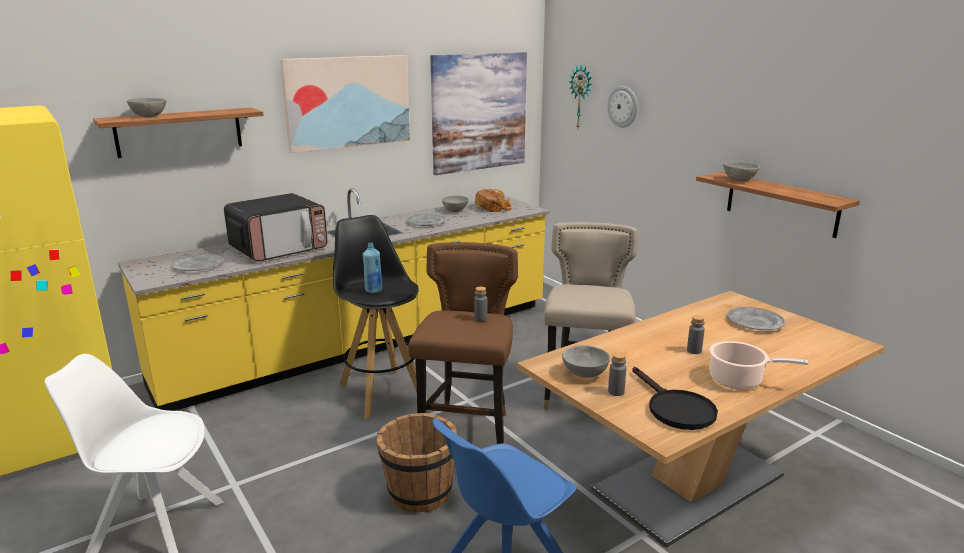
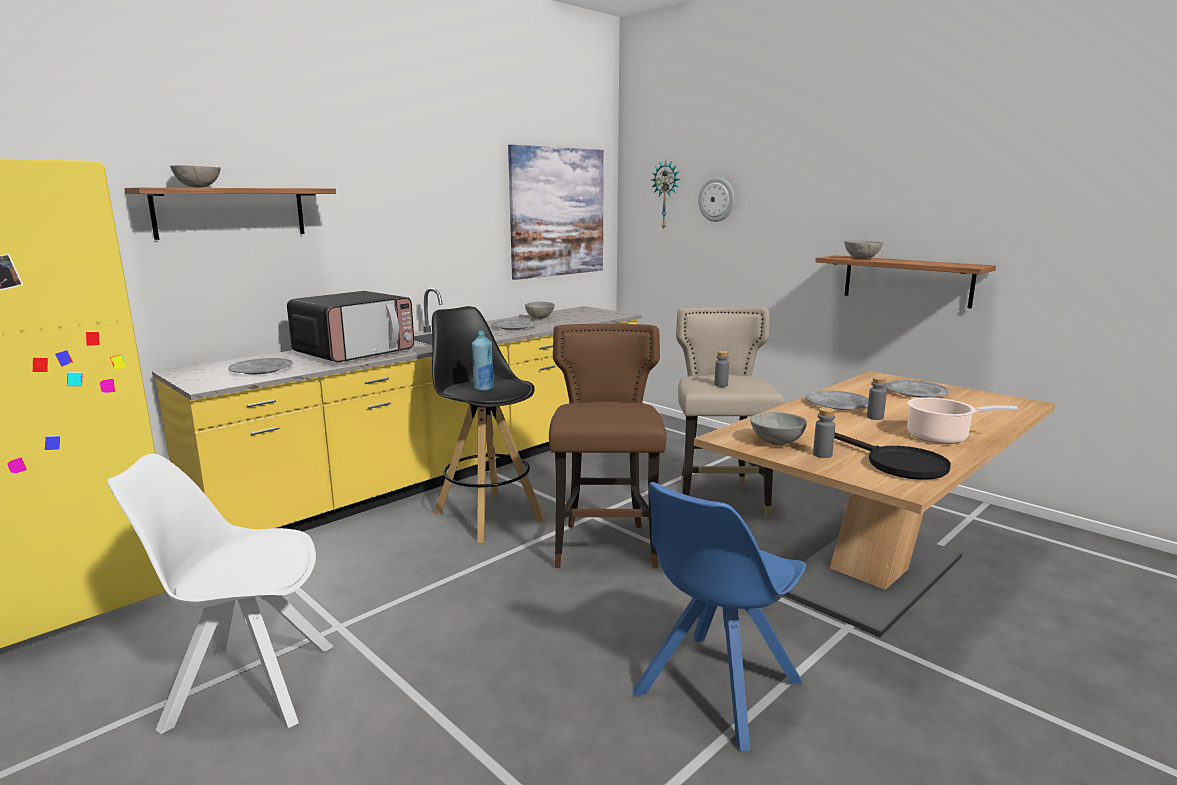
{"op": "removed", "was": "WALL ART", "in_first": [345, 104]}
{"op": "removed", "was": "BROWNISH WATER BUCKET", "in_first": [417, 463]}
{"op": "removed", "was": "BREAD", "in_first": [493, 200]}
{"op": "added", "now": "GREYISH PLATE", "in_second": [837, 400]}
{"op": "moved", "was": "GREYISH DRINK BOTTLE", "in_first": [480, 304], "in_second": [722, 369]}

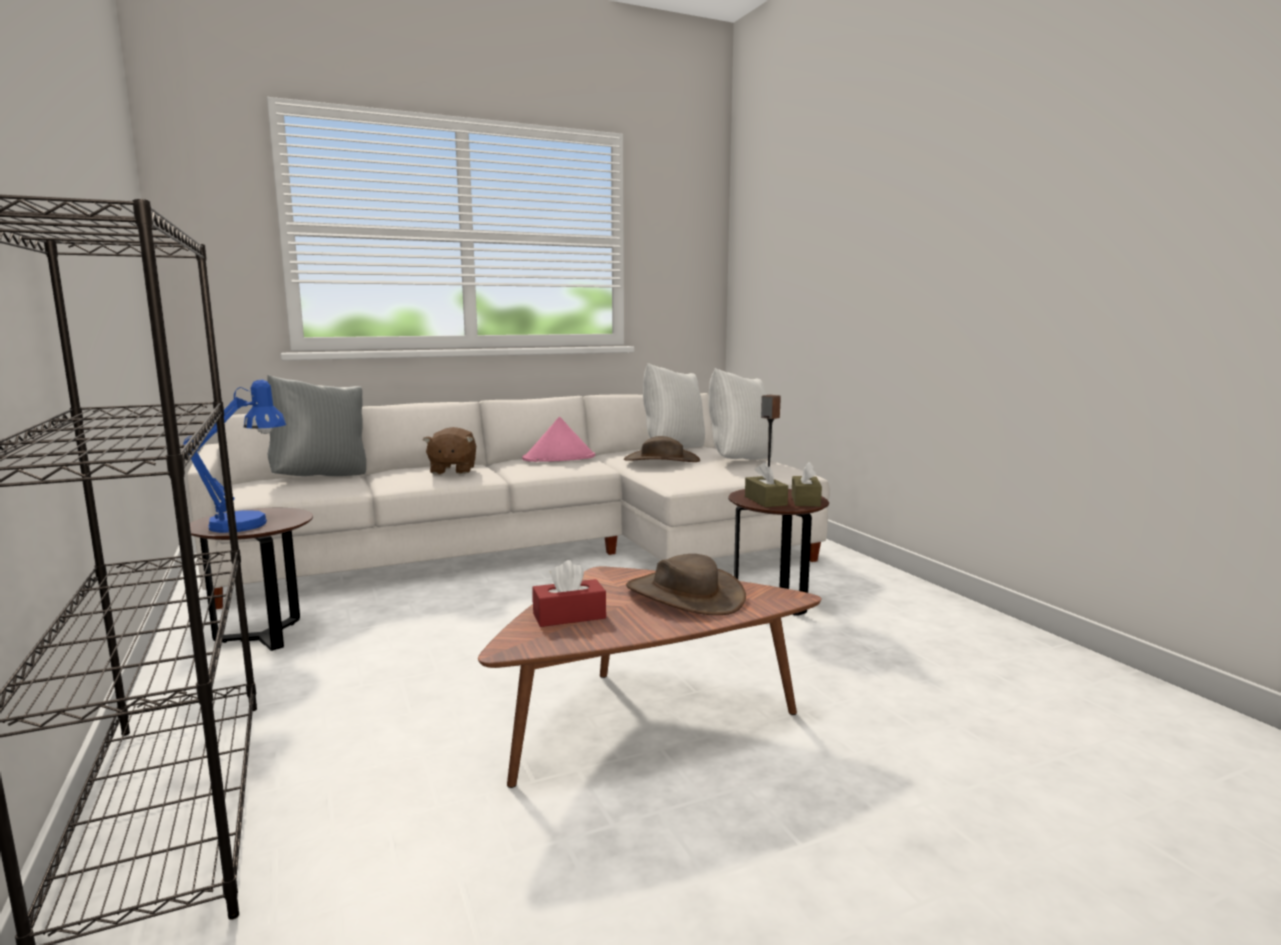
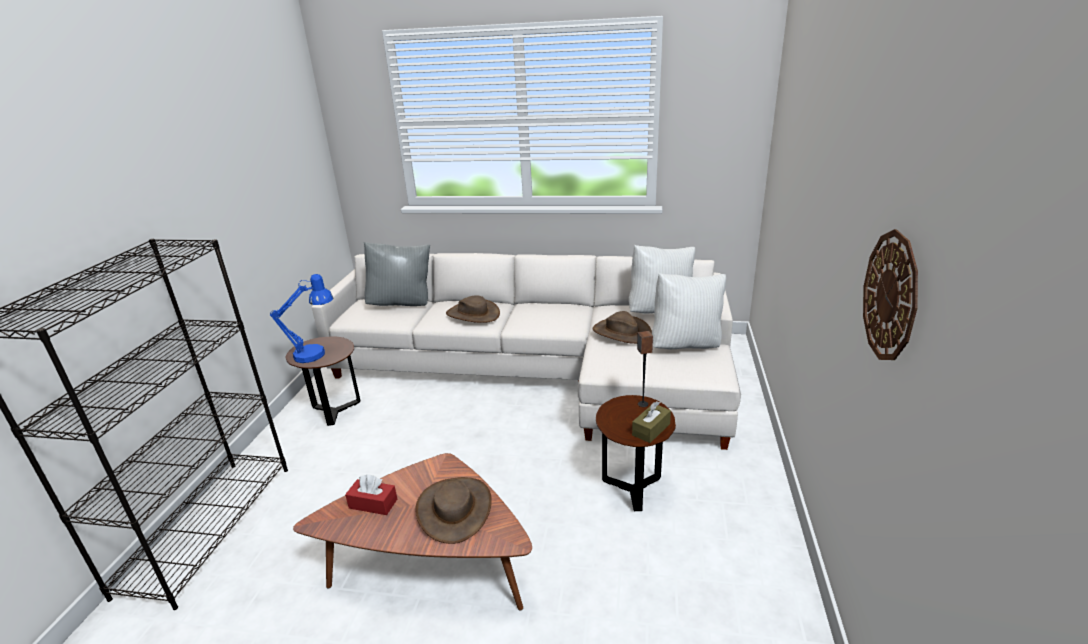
{"op": "removed", "was": "PINK CLOTHING HAT", "in_first": [558, 439]}
{"op": "removed", "was": "BROWNISH TISSUE HOLDER", "in_first": [766, 484]}
{"op": "added", "now": "CLOCK ON THE WALL", "in_second": [890, 294]}
{"op": "replaced", "was": "BROWNISH CUDDLY TOY", "now": "BROWNISH CLOTHING HAT", "in_first": [449, 450], "in_second": [473, 309]}

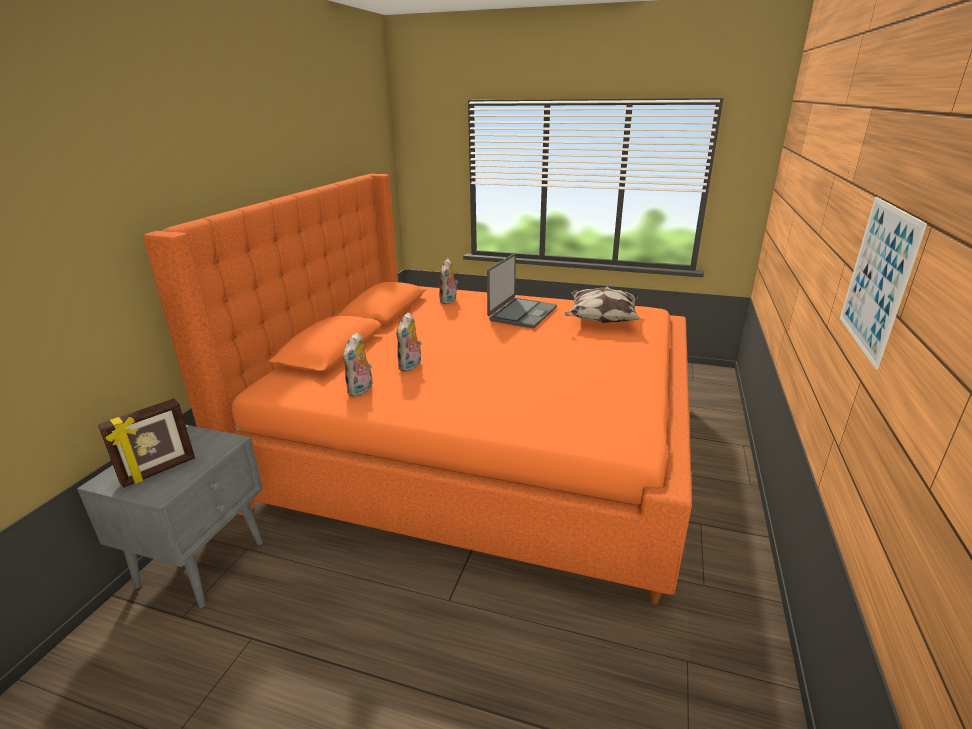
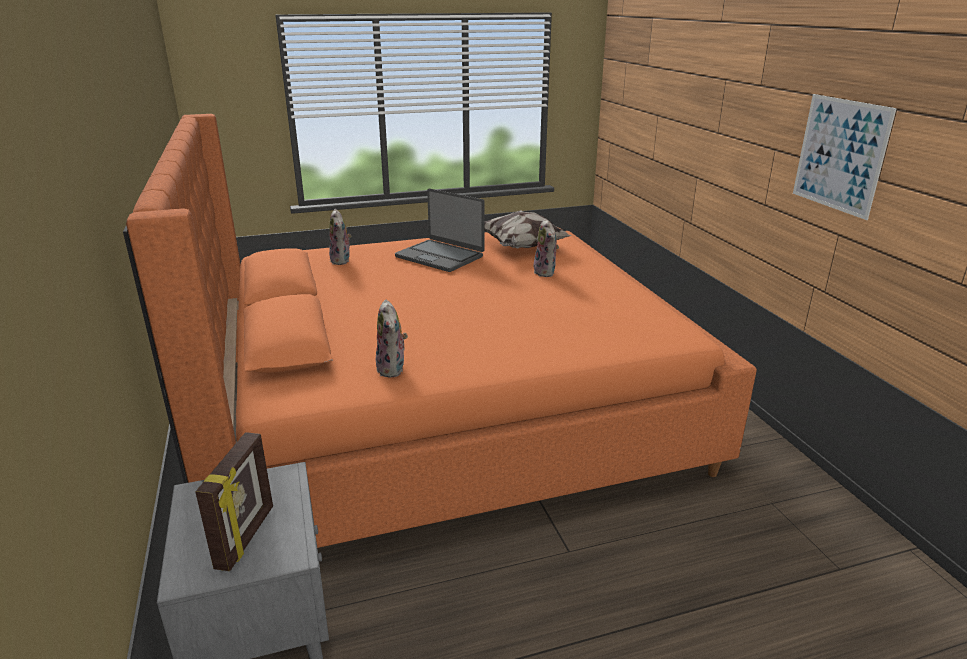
{"op": "moved", "was": "CUDDLY TOY", "in_first": [409, 342], "in_second": [546, 247]}
{"op": "turned", "was": "PORTABLE COMPUTER", "in_first": [522, 290], "in_second": [440, 230], "clockwise": 135}

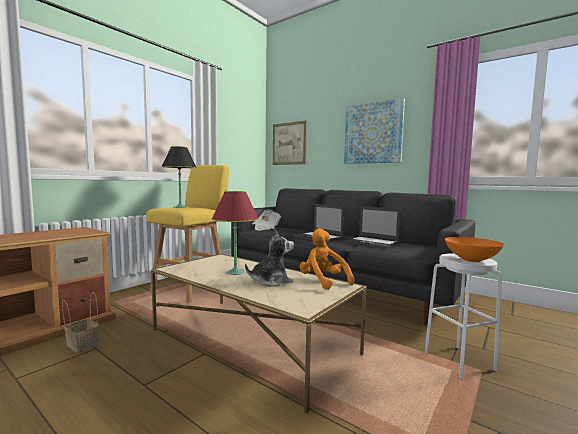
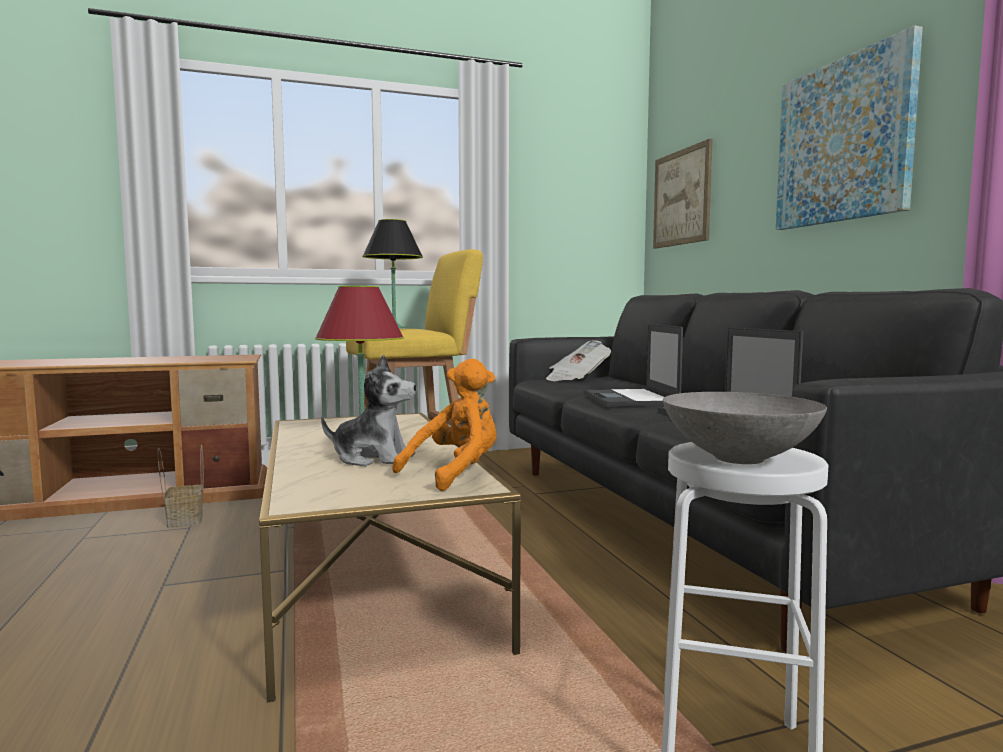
{"op": "recoloured", "was": "ORANGE DEEP DISH", "now": "GREYISH DEEP DISH", "in_first": [474, 249], "in_second": [745, 428]}
{"op": "turned", "was": "ORANGE CUDDLY TOY", "in_first": [327, 259], "in_second": [444, 425], "clockwise": 45}

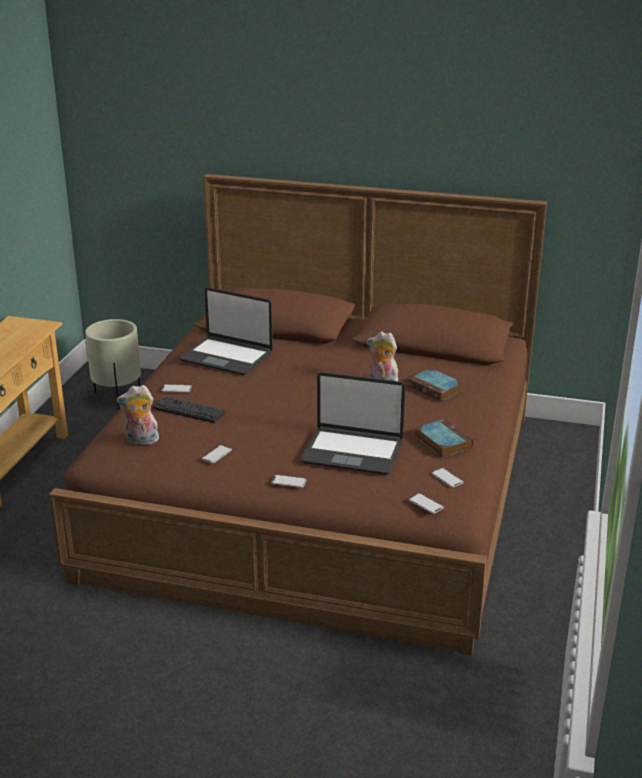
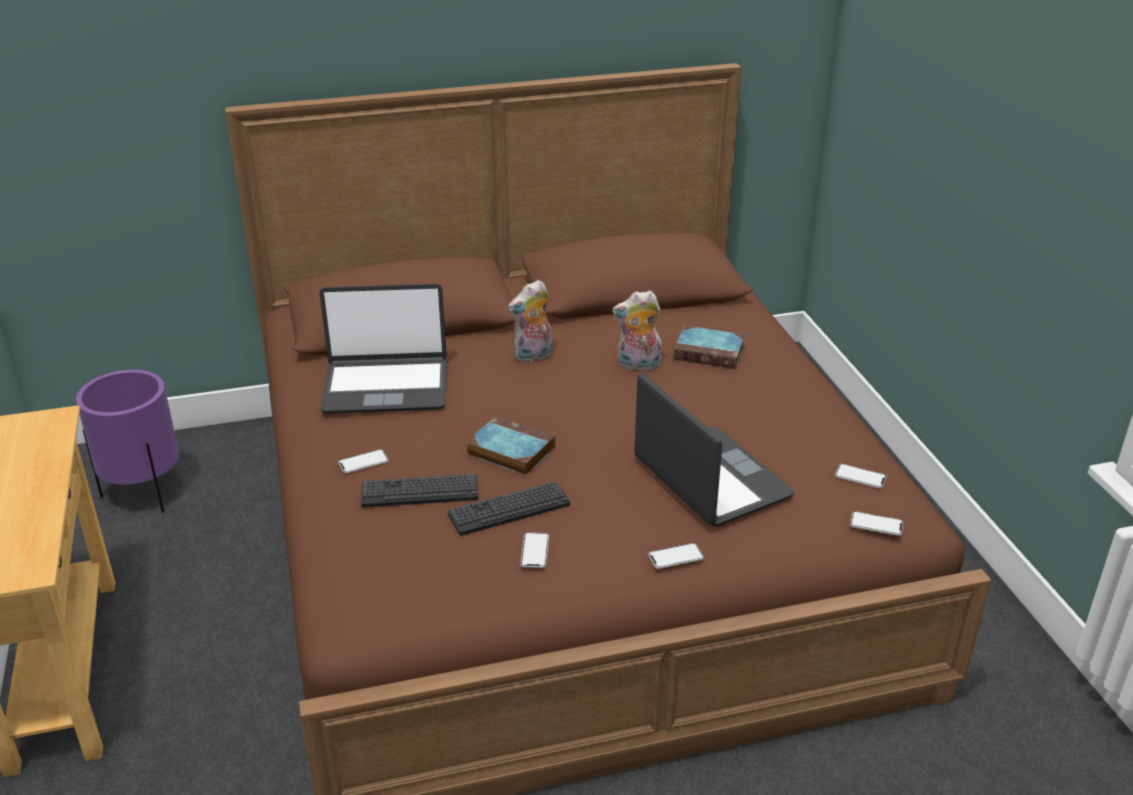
{"op": "added", "now": "COMPUTER KEYBOARD", "in_second": [509, 508]}
{"op": "moved", "was": "CUDDLY TOY", "in_first": [138, 415], "in_second": [530, 322]}
{"op": "moved", "was": "BOUND BOOK", "in_first": [444, 438], "in_second": [510, 446]}
{"op": "recoloured", "was": "BEIGE PLANT POT", "now": "PURPLISH PLANT POT", "in_first": [113, 364], "in_second": [127, 441]}
{"op": "turned", "was": "PORTABLE COMPUTER", "in_first": [353, 423], "in_second": [714, 450], "clockwise": -105}

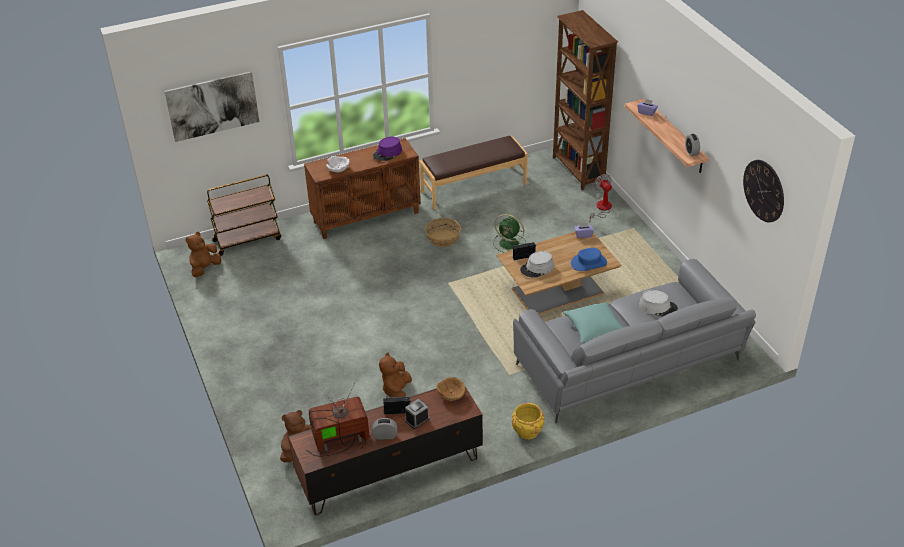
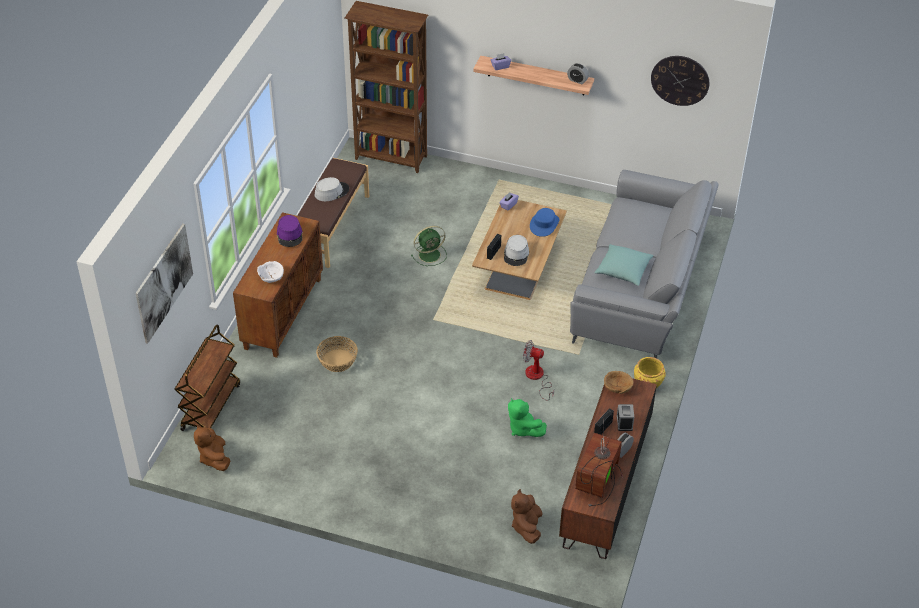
{"op": "moved", "was": "STORAGE BASKET", "in_first": [443, 232], "in_second": [337, 354]}
{"op": "moved", "was": "COOLING FAN", "in_first": [600, 198], "in_second": [538, 370]}
{"op": "moved", "was": "GREYISH CLOTHING HAT", "in_first": [658, 303], "in_second": [332, 189]}
{"op": "recoloured", "was": "BROWNISH CUDDLY TOY", "now": "GREENISH CUDDLY TOY", "in_first": [395, 375], "in_second": [527, 417]}

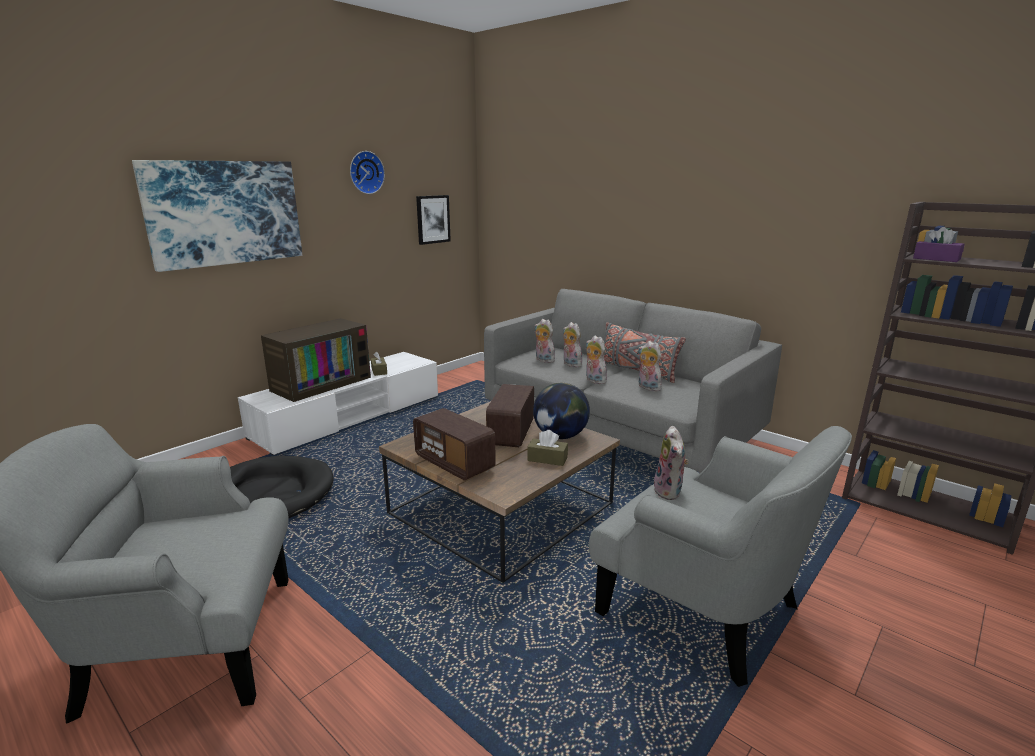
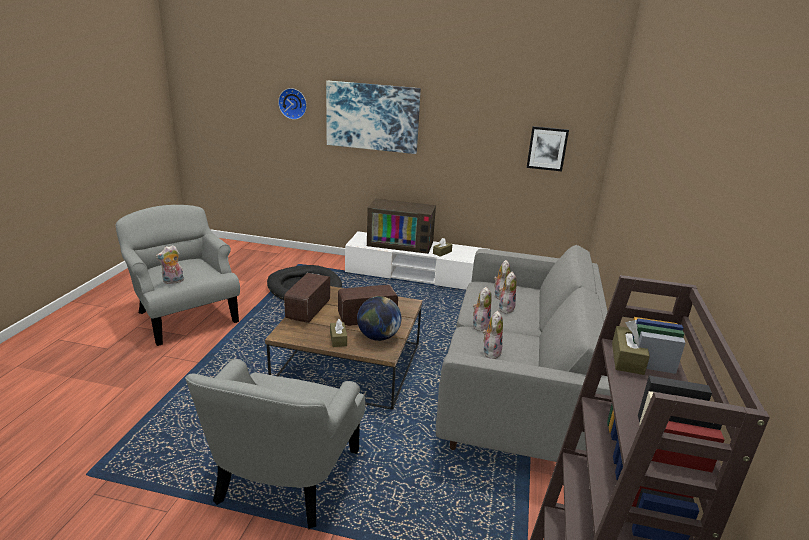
{"op": "removed", "was": "GREYISH PILLOW", "in_first": [645, 353]}
{"op": "moved", "was": "CLOCK ON THE WALL", "in_first": [367, 172], "in_second": [292, 104]}
{"op": "moved", "was": "CUDDLY TOY", "in_first": [671, 463], "in_second": [170, 264]}
{"op": "recoloured", "was": "PURPLISH TISSUE HOLDER", "now": "BROWNISH TISSUE HOLDER", "in_first": [939, 244], "in_second": [631, 347]}

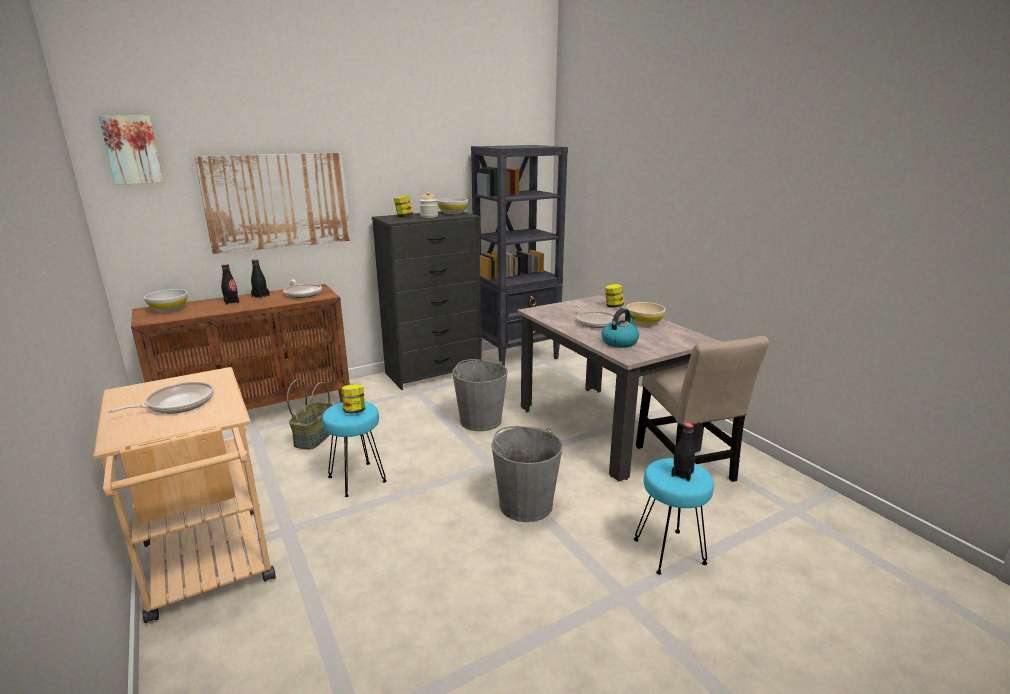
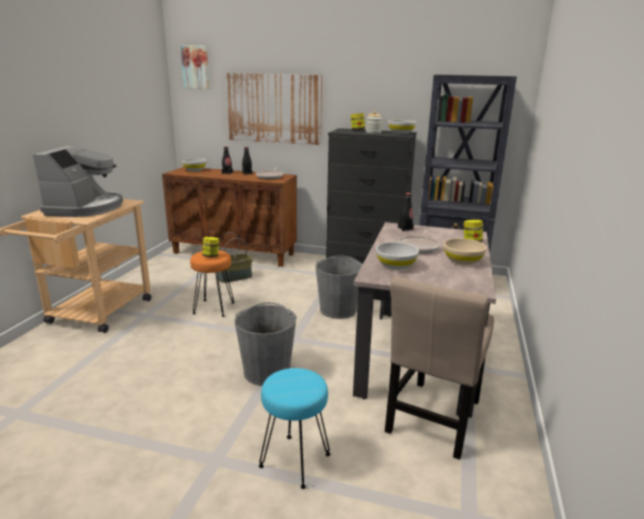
{"op": "moved", "was": "BLACK DRINK BOTTLE", "in_first": [683, 452], "in_second": [406, 212]}
{"op": "replaced", "was": "PAN", "now": "COFFEE MACHINE", "in_first": [161, 398], "in_second": [78, 181]}
{"op": "replaced", "was": "KETTLE", "now": "WHITE-COLOURED DEEP DISH", "in_first": [620, 328], "in_second": [397, 256]}
{"op": "recoloured", "was": "BLUE-GREEN STOOL SEAT", "now": "ORANGE STOOL SEAT", "in_first": [354, 449], "in_second": [212, 283]}

